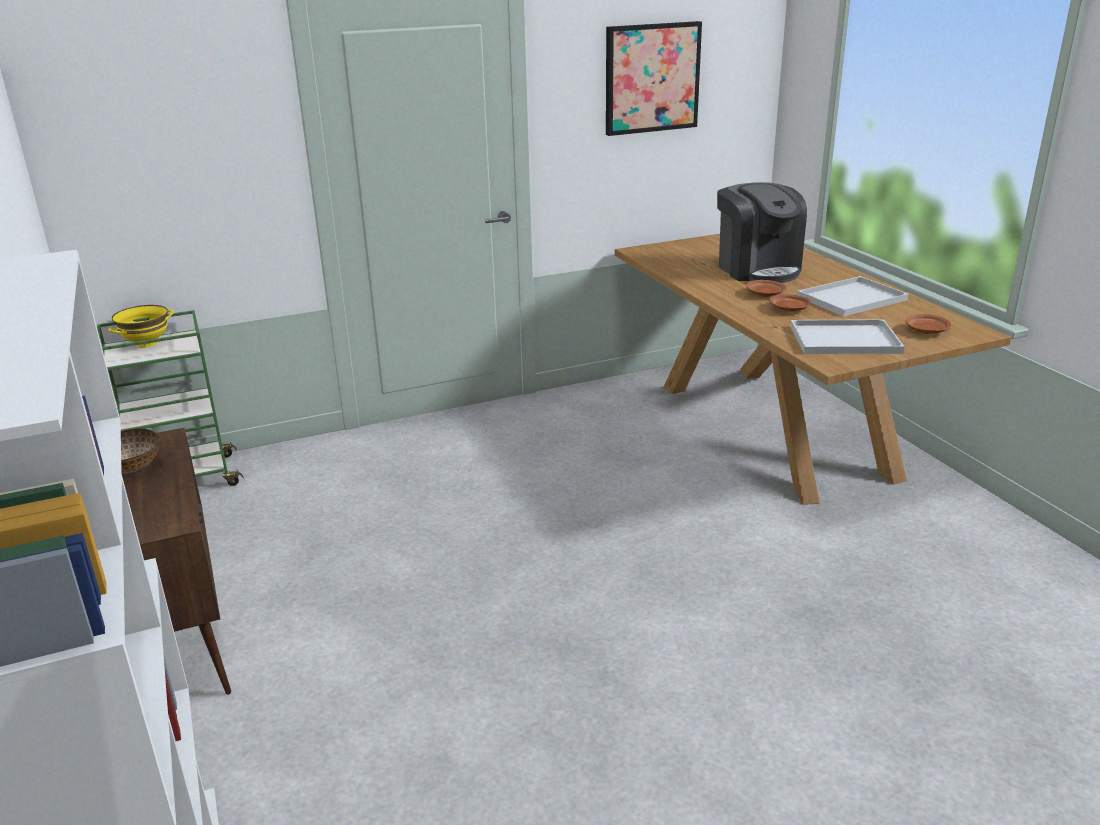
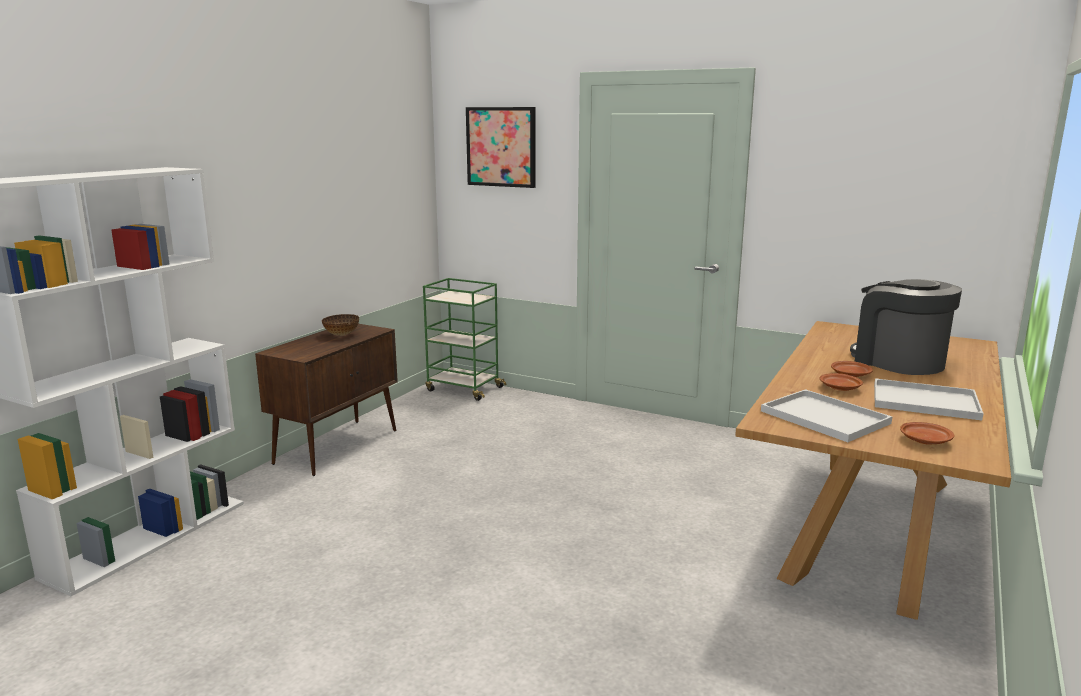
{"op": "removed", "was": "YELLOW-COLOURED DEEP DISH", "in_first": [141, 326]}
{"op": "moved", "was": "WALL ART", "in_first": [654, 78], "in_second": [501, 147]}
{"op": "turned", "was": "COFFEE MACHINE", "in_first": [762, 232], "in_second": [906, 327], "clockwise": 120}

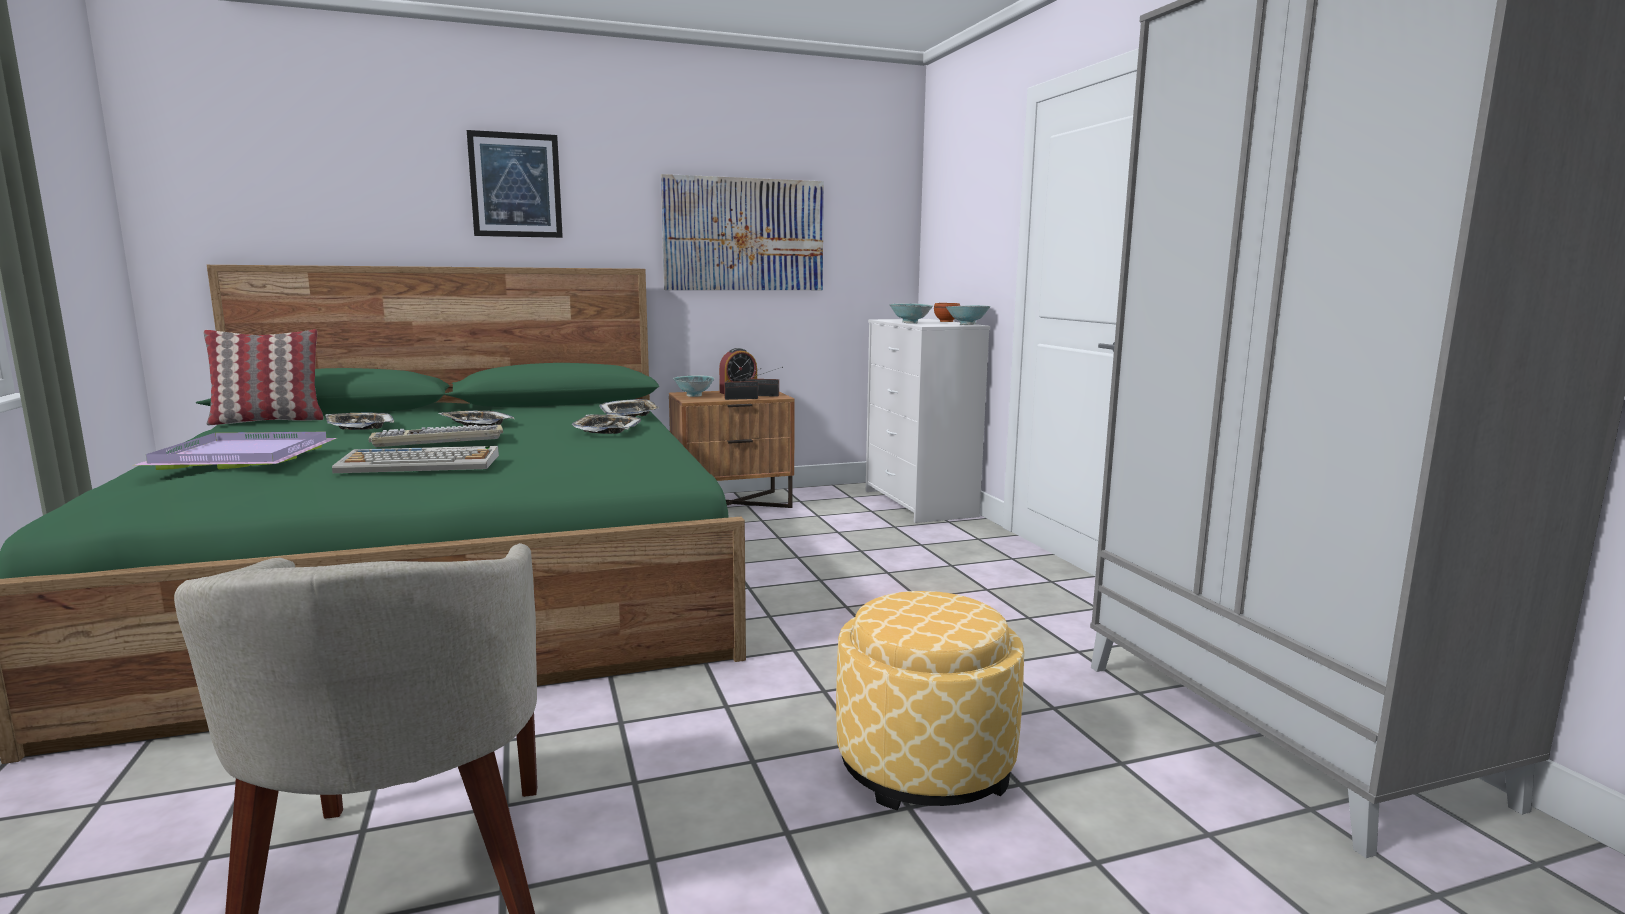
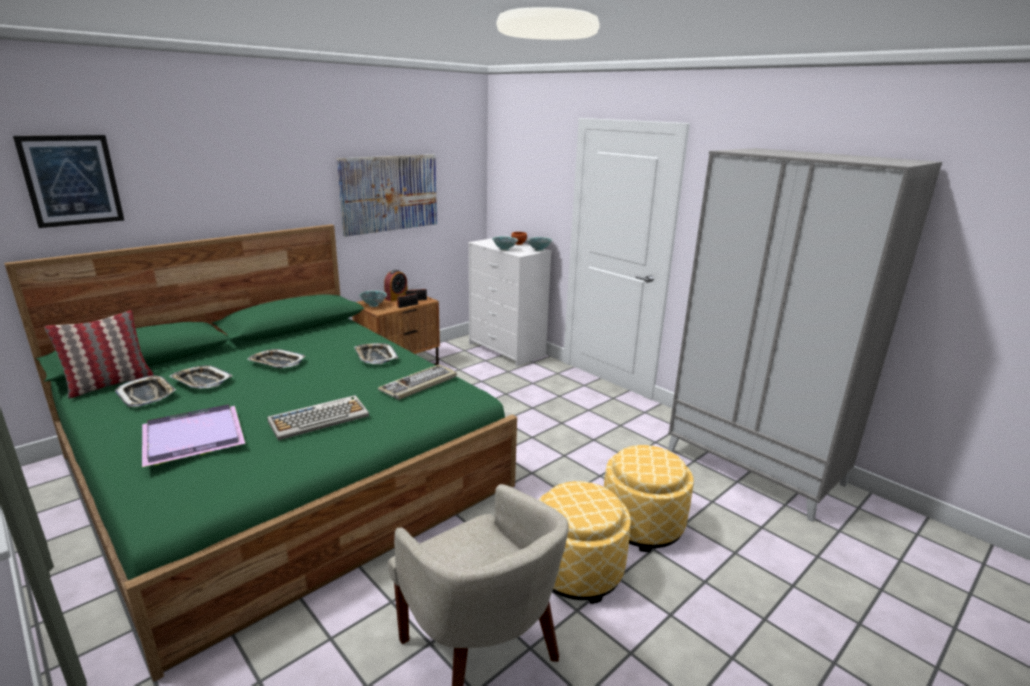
{"op": "added", "now": "POUFFE", "in_second": [585, 542]}
{"op": "moved", "was": "COMPUTER KEYBOARD", "in_first": [435, 436], "in_second": [417, 382]}
{"op": "moved", "was": "WALL ART", "in_first": [515, 184], "in_second": [68, 181]}
{"op": "moved", "was": "SERVING TRAY", "in_first": [629, 408], "in_second": [145, 391]}

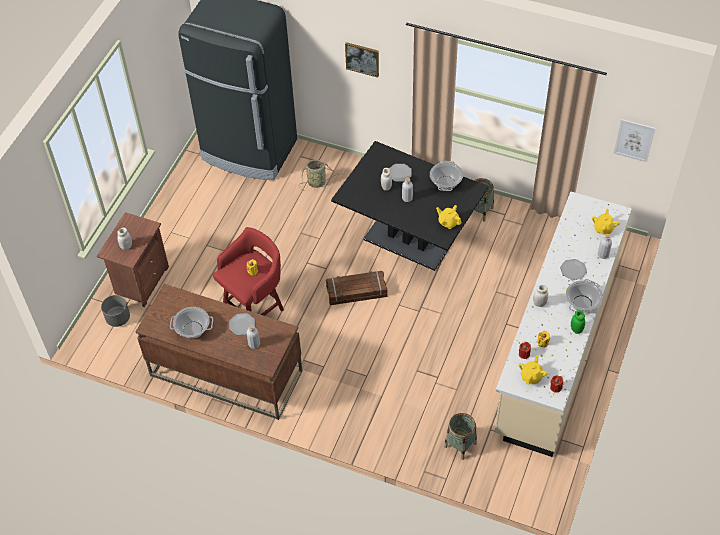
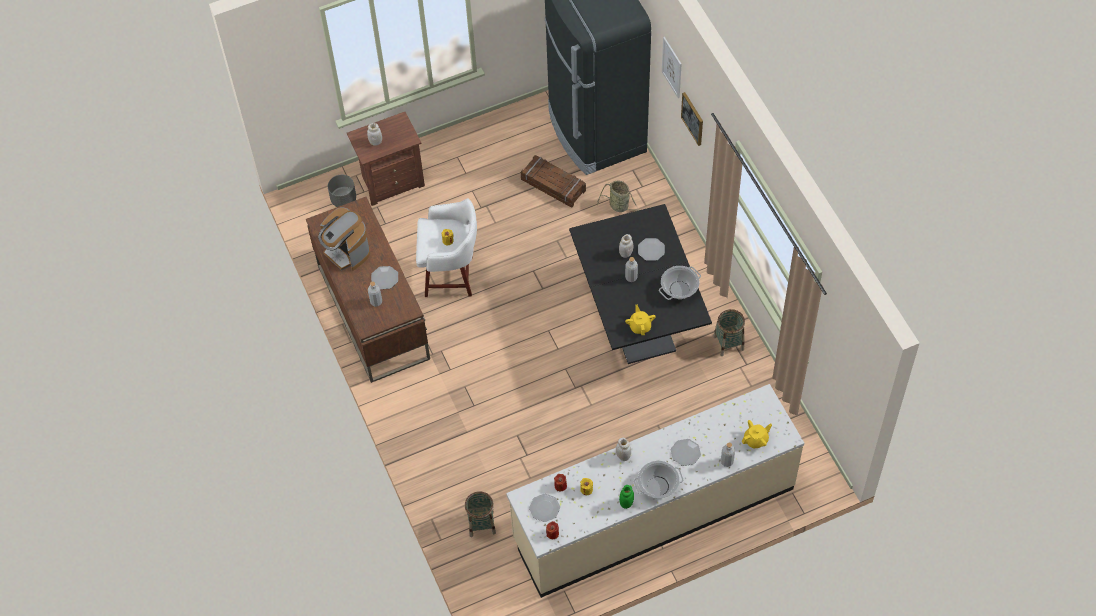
{"op": "moved", "was": "PACKING CRATE", "in_first": [357, 288], "in_second": [553, 181]}
{"op": "moved", "was": "WALL ART", "in_first": [634, 140], "in_second": [672, 67]}
{"op": "replaced", "was": "STOCKPOT", "now": "COFFEE MACHINE", "in_first": [191, 322], "in_second": [344, 239]}
{"op": "replaced", "was": "YELLOW-COLOURED TEA POT", "now": "PLATE", "in_first": [533, 370], "in_second": [544, 508]}
{"op": "recoloured", "was": "REDDISH STOOL SEAT", "now": "WHITE-COLOURED STOOL SEAT", "in_first": [248, 271], "in_second": [446, 247]}

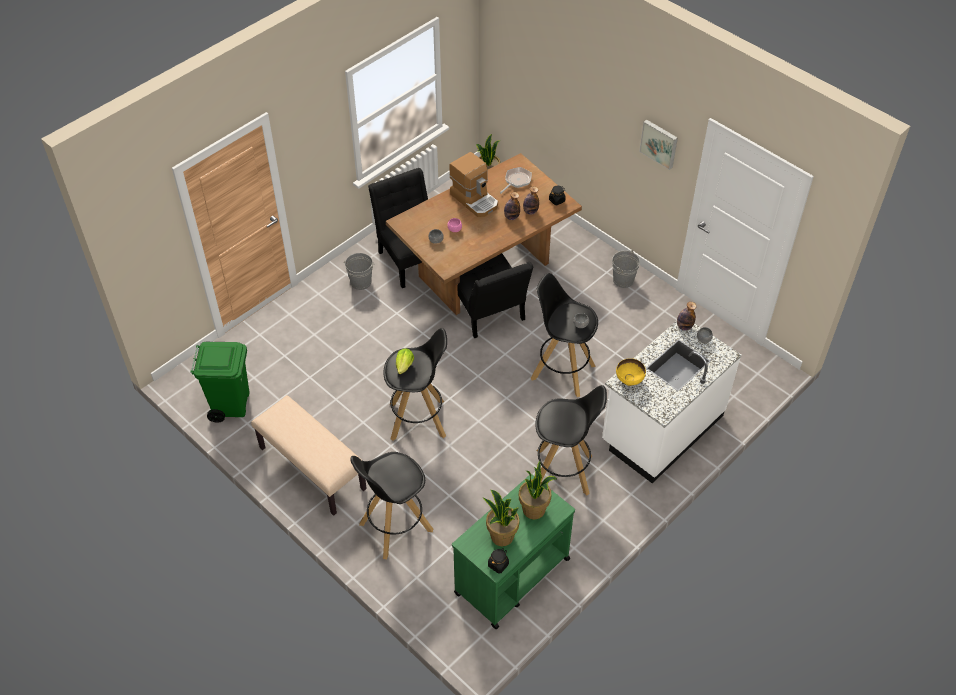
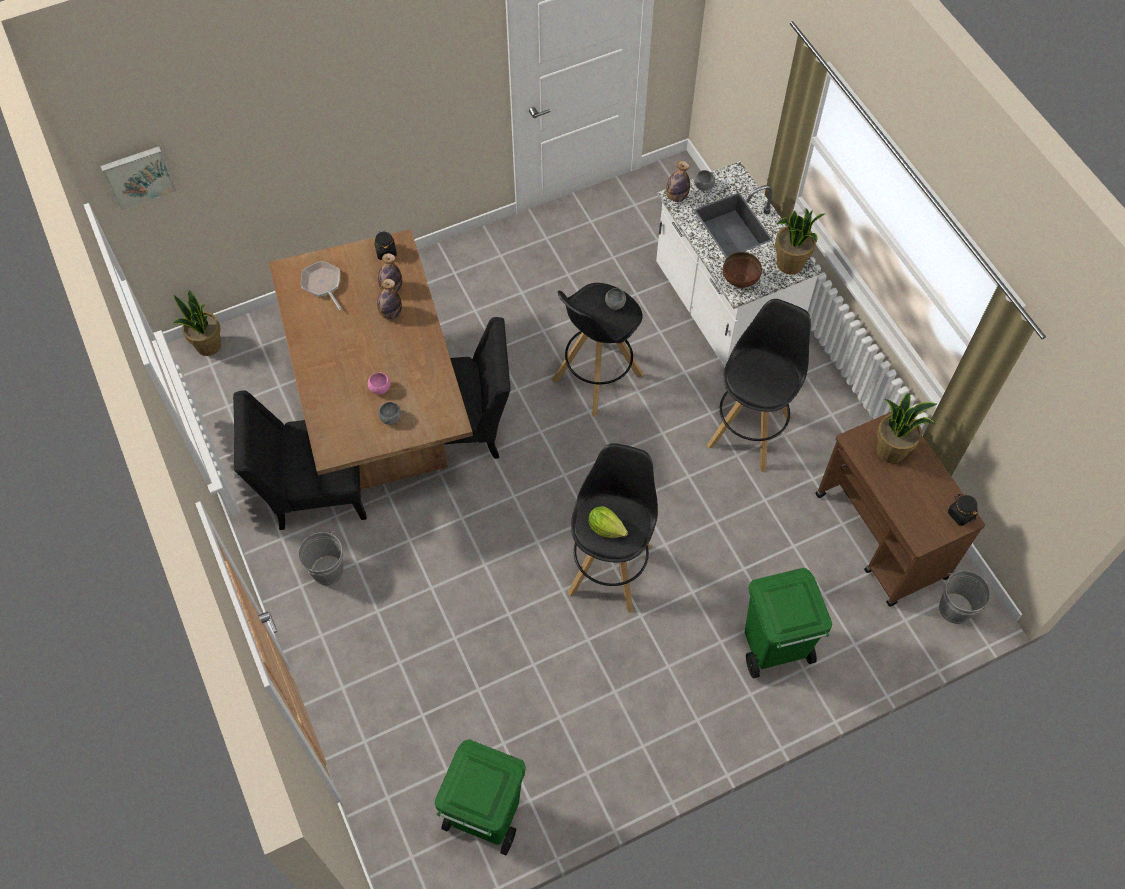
{"op": "removed", "was": "BEIGE BENCH", "in_first": [309, 455]}
{"op": "removed", "was": "COFFEE MACHINE", "in_first": [473, 184]}
{"op": "moved", "was": "HOUSEPLANT", "in_first": [501, 518], "in_second": [800, 241]}
{"op": "moved", "was": "GREYISH WATER BUCKET", "in_first": [626, 269], "in_second": [964, 597]}
{"op": "moved", "was": "WALL ART", "in_first": [658, 145], "in_second": [138, 178]}
{"op": "replaced", "was": "BLACK STOOL SEAT", "now": "GREENISH RUBBISH BIN", "in_first": [392, 505], "in_second": [788, 623]}
{"op": "recoloured", "was": "GREENISH WHEELED CART", "now": "BROWNISH WHEELED CART", "in_first": [513, 552], "in_second": [900, 509]}
{"op": "recoloured", "was": "YELLOW-COLOURED DEEP DISH", "now": "BROWNISH DEEP DISH", "in_first": [631, 372], "in_second": [742, 270]}

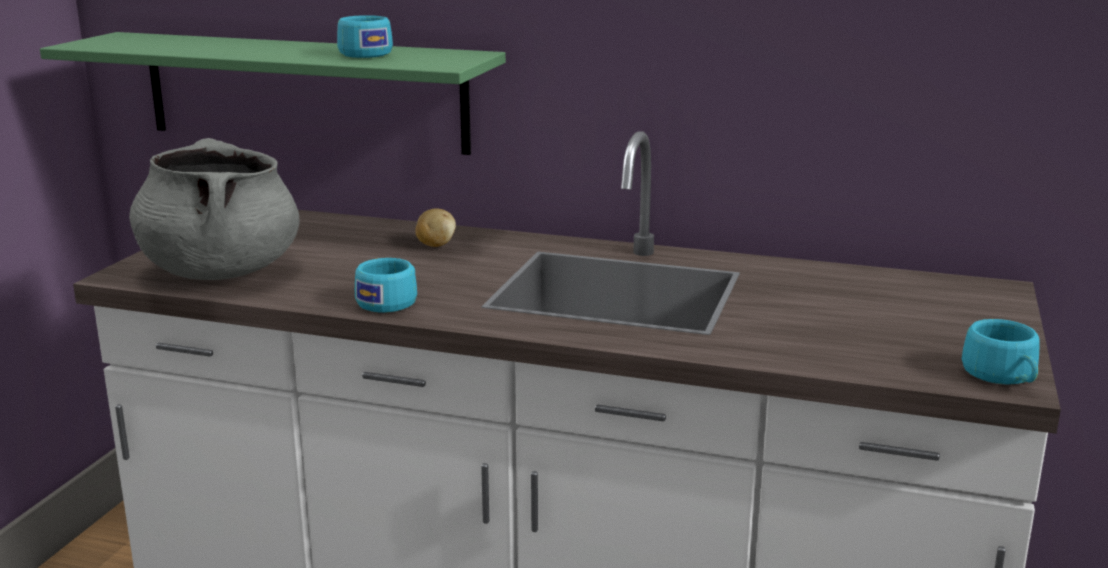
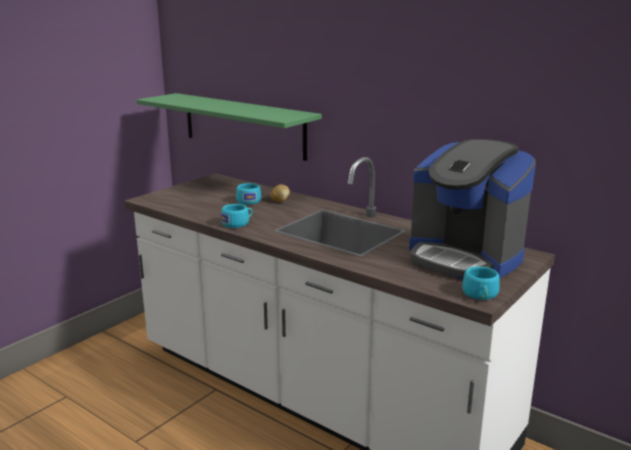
{"op": "removed", "was": "GREYISH STOCKPOT", "in_first": [214, 209]}
{"op": "added", "now": "COFFEE MACHINE", "in_second": [472, 209]}
{"op": "moved", "was": "BLUE-GREEN CUP", "in_first": [365, 36], "in_second": [248, 194]}

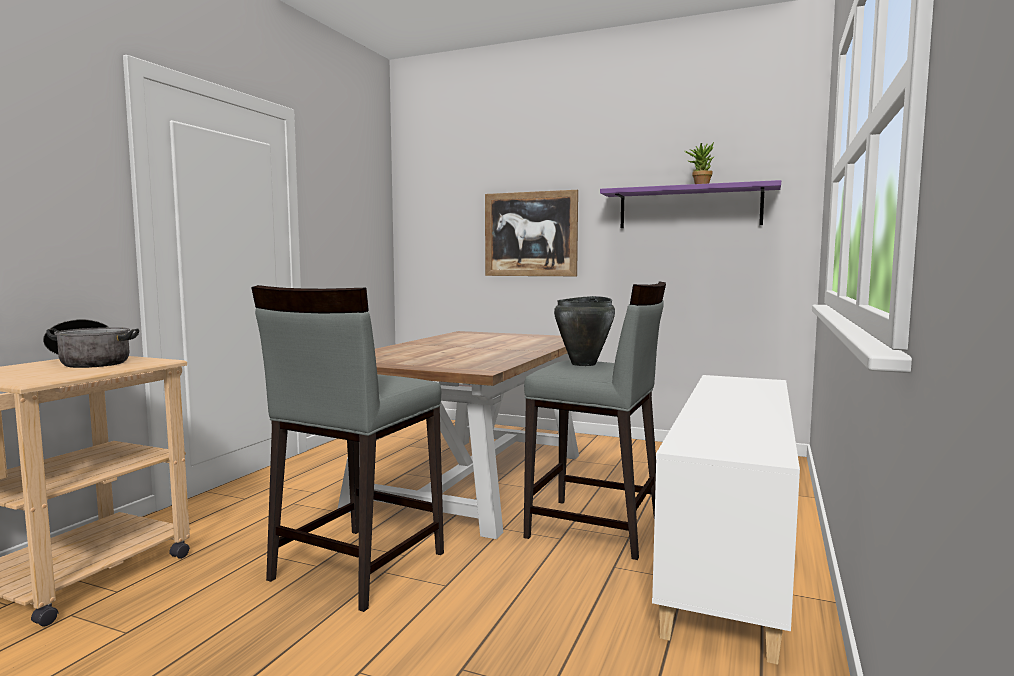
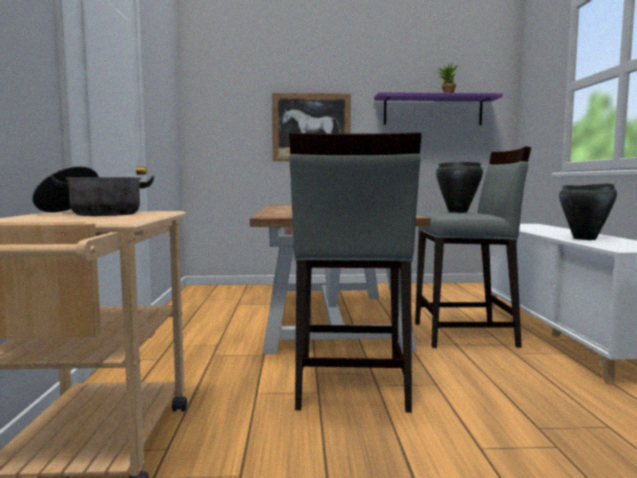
{"op": "added", "now": "BLACK STOCKPOT", "in_second": [588, 211]}

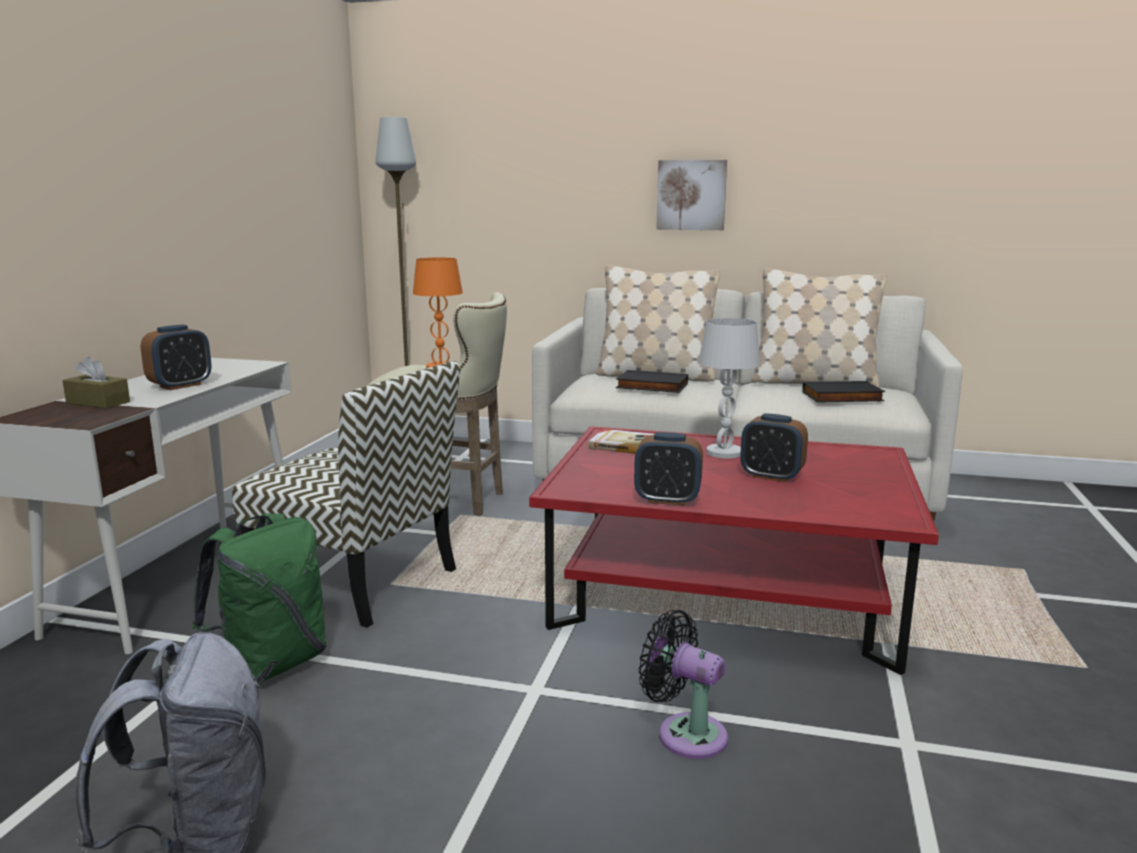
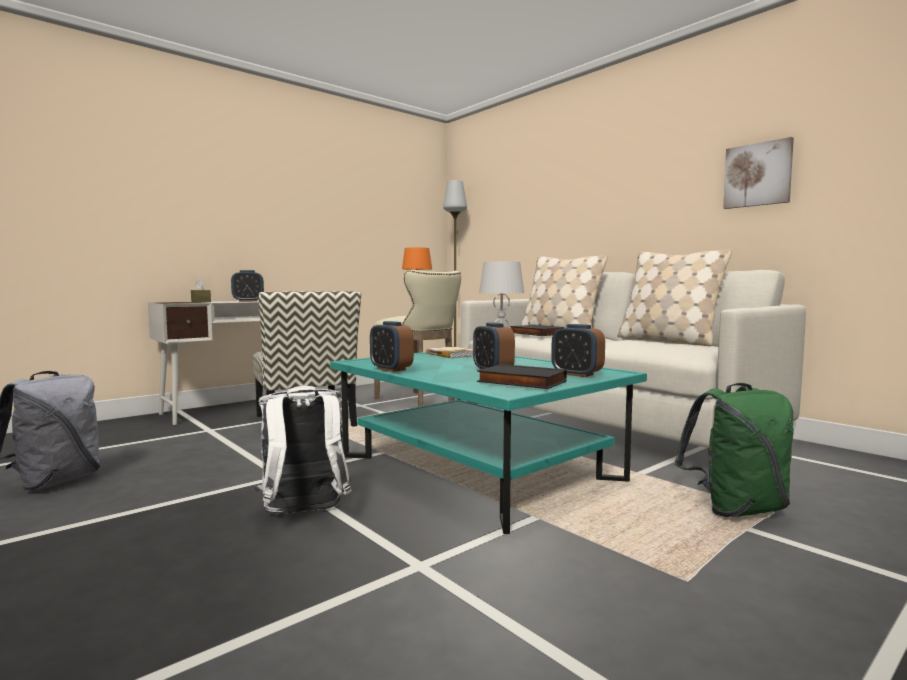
{"op": "added", "now": "TABLE CLOCK", "in_second": [578, 350]}
{"op": "moved", "was": "GREENISH BACKPACK", "in_first": [259, 598], "in_second": [734, 450]}
{"op": "moved", "was": "WALL ART", "in_first": [691, 195], "in_second": [758, 173]}
{"op": "moved", "was": "BLACK BOUND BOOK", "in_first": [843, 392], "in_second": [522, 376]}
{"op": "replaced", "was": "BLACK COOLING FAN", "now": "WHITE-COLOURED BACKPACK", "in_first": [683, 684], "in_second": [303, 450]}
{"op": "recoloured", "was": "REDDISH COFFEE TABLE", "now": "BLUE-GREEN COFFEE TABLE", "in_first": [734, 550], "in_second": [488, 443]}

